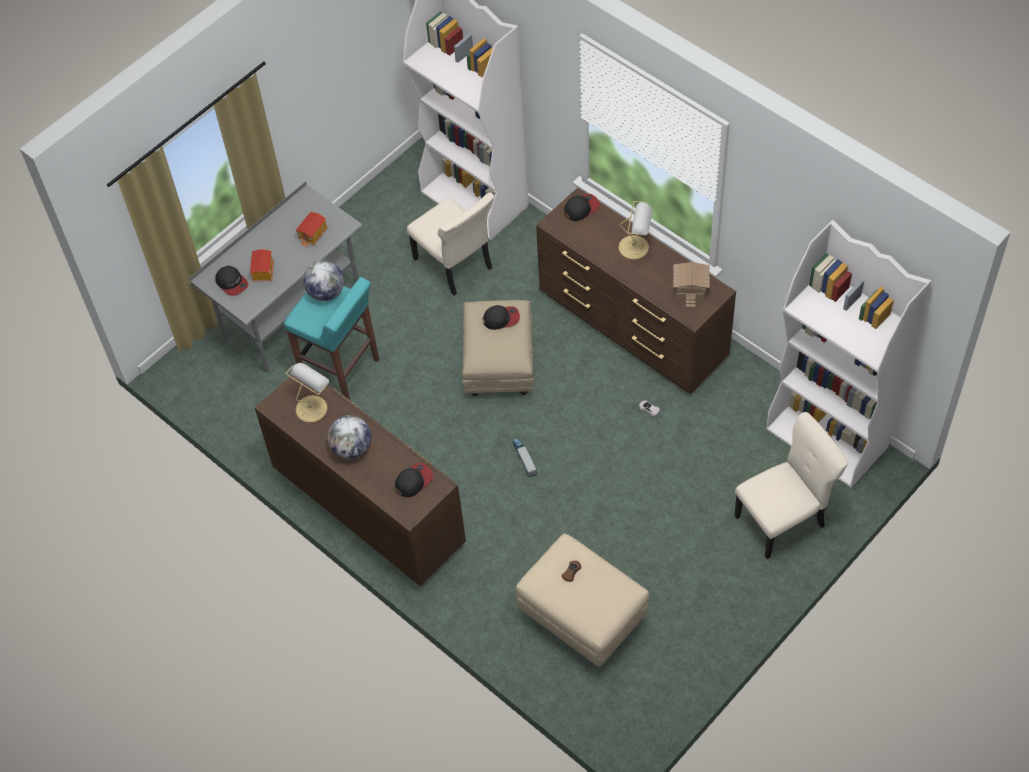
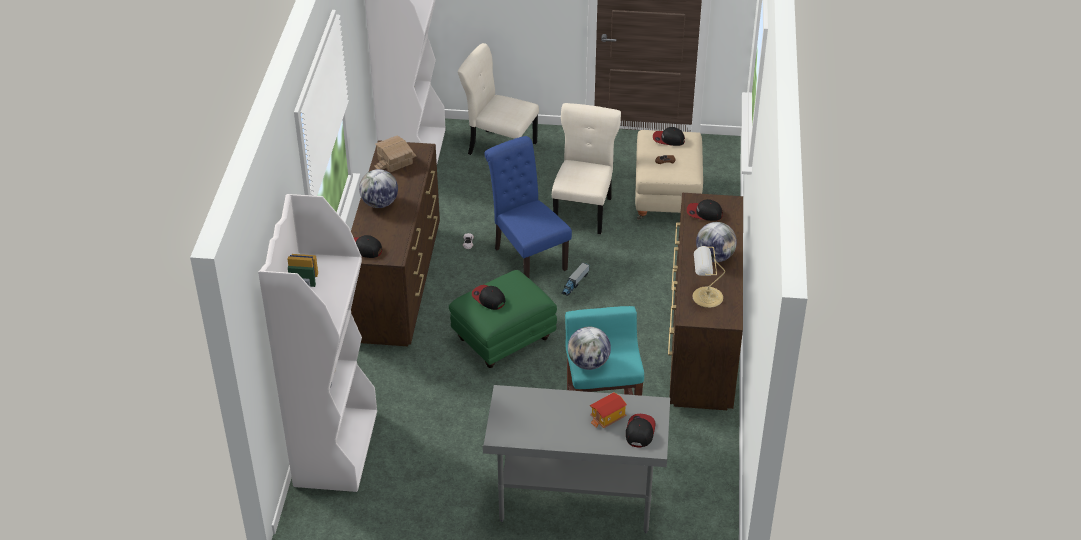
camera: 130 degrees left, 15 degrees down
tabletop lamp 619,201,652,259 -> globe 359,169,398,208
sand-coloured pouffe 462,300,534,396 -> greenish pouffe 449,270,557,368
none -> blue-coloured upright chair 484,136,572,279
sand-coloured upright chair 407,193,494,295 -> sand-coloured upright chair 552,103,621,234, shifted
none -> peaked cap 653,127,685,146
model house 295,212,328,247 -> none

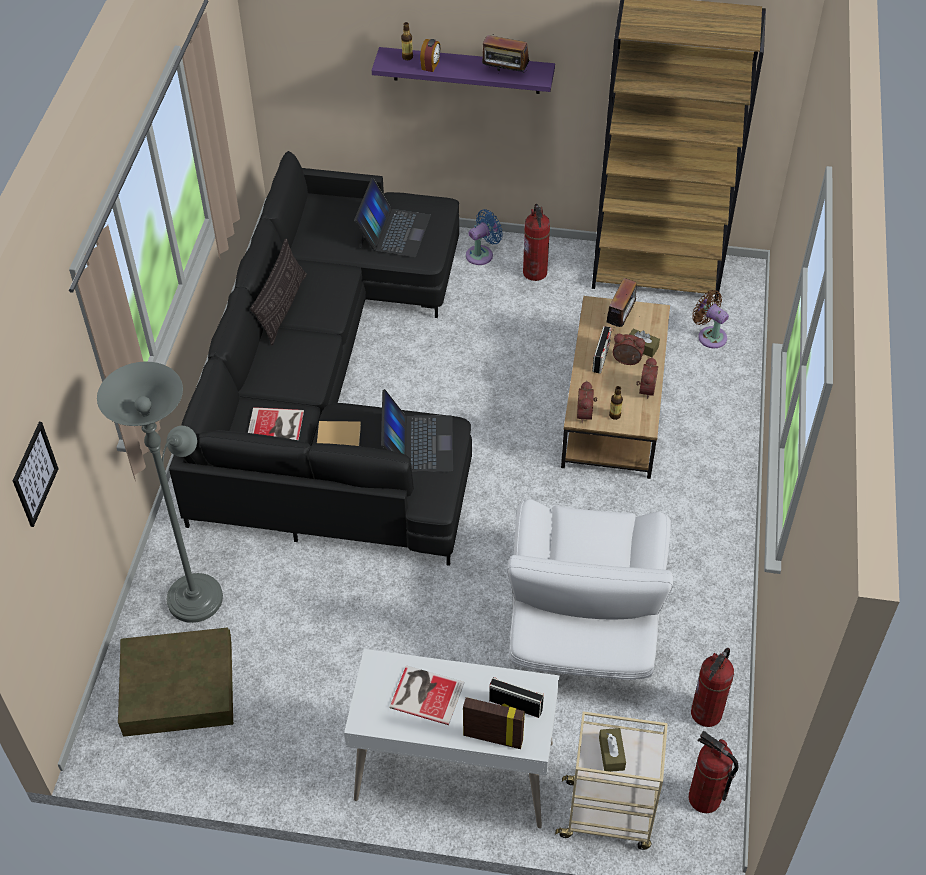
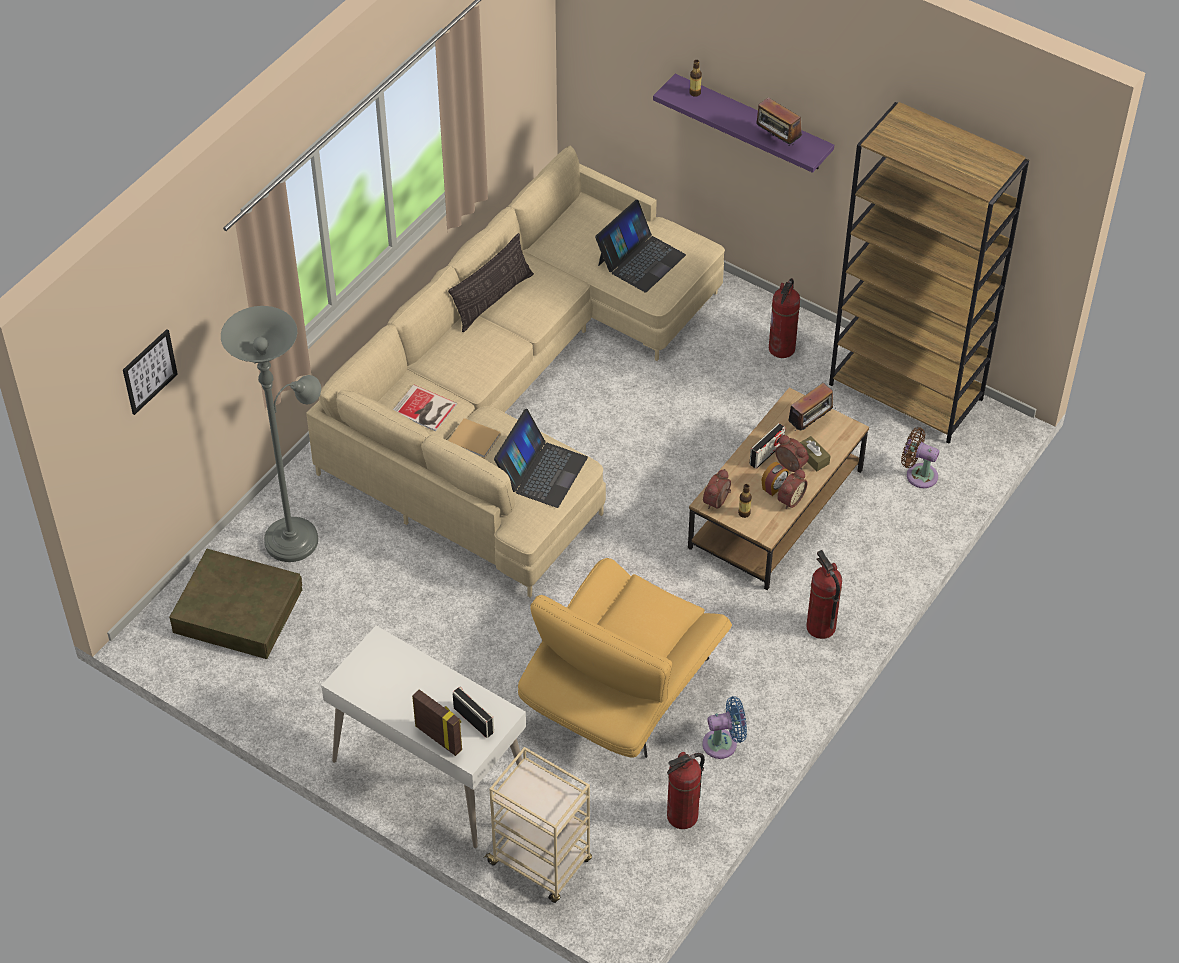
camera: 25 degrees right, 0 degrees up
black-coloured sofa 169,151,472,566 -> sand-coloured sofa 306,145,725,598
white-coloured lounge chair 507,499,673,680 -> yellow lounge chair 518,558,732,758
blue-coloured fan 466,209,503,265 -> blue-coloured fan 703,696,747,759, shifted
bedside clock 420,39,440,72 -> bedside clock 762,462,789,496, shifted
fire extinguisher 689,731,739,813 -> fire extinguisher 806,550,842,639, shifted
brown-coloured fan 692,290,729,348 -> brown-coloured fan 901,427,939,488, 45 degrees counterclockwise
bound book 389,665,464,725 -> none
brown-coloured tissue holder 599,728,626,772 -> none

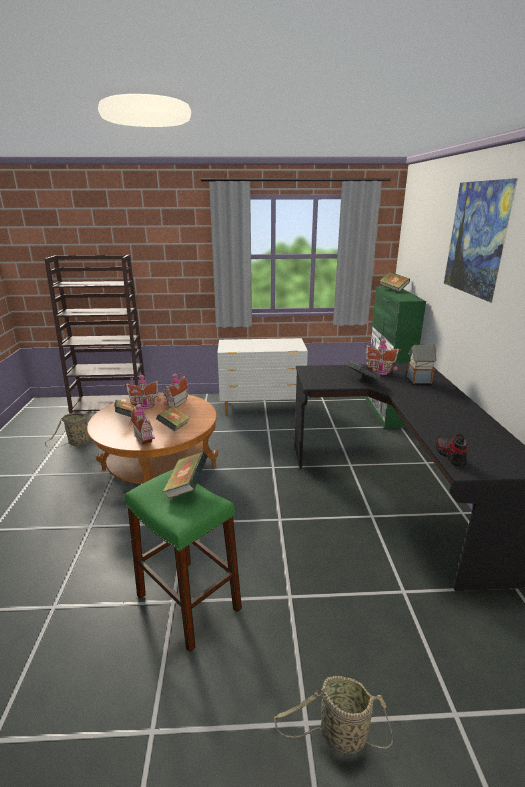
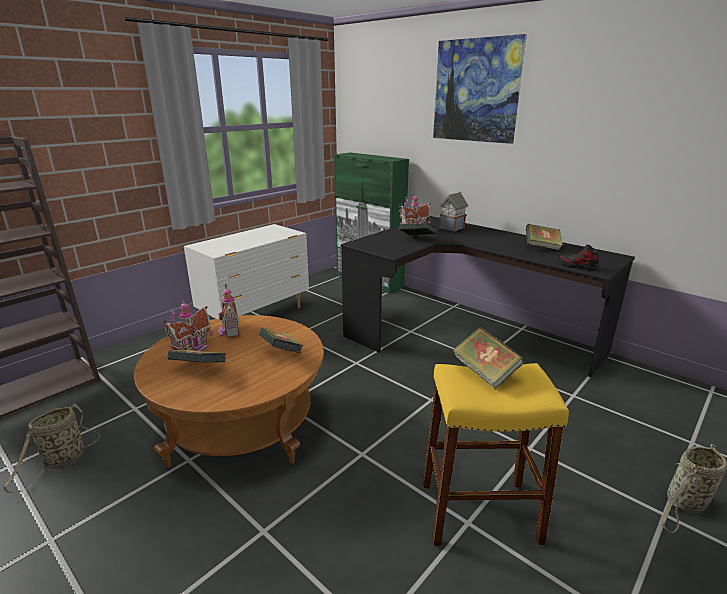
camera: 45 degrees left, 0 degrees up
greenish stool seat 125,469,242,652 -> yellow stool seat 423,363,569,546
bound book 379,272,410,292 -> bound book 526,224,563,250, shifted
model house 131,402,155,445 -> none

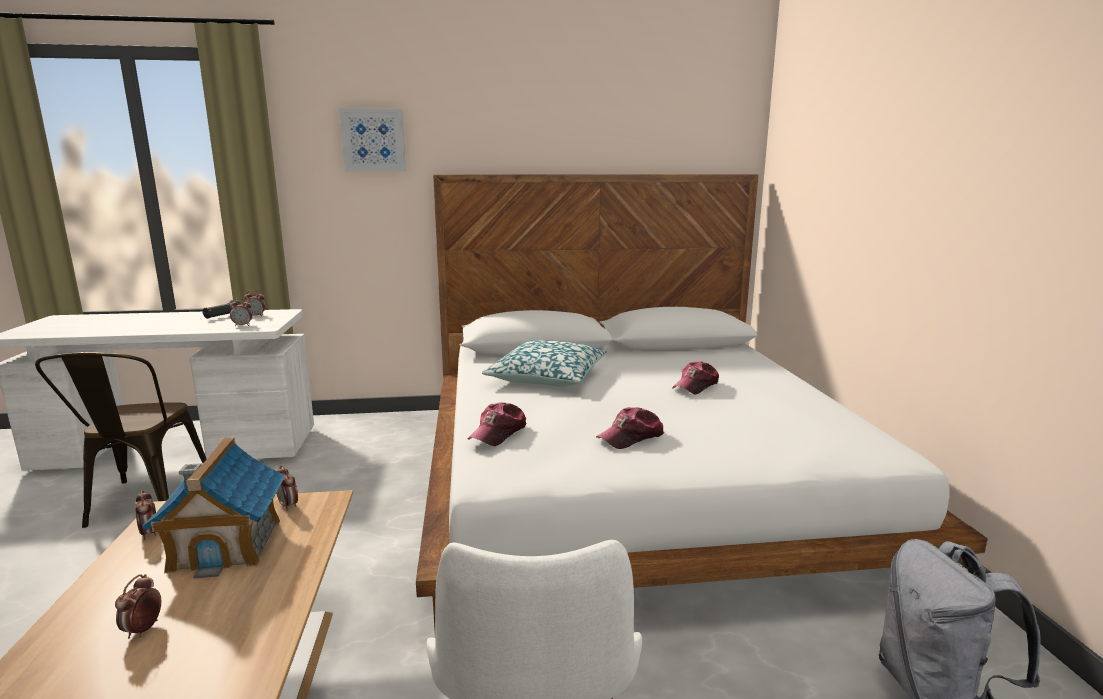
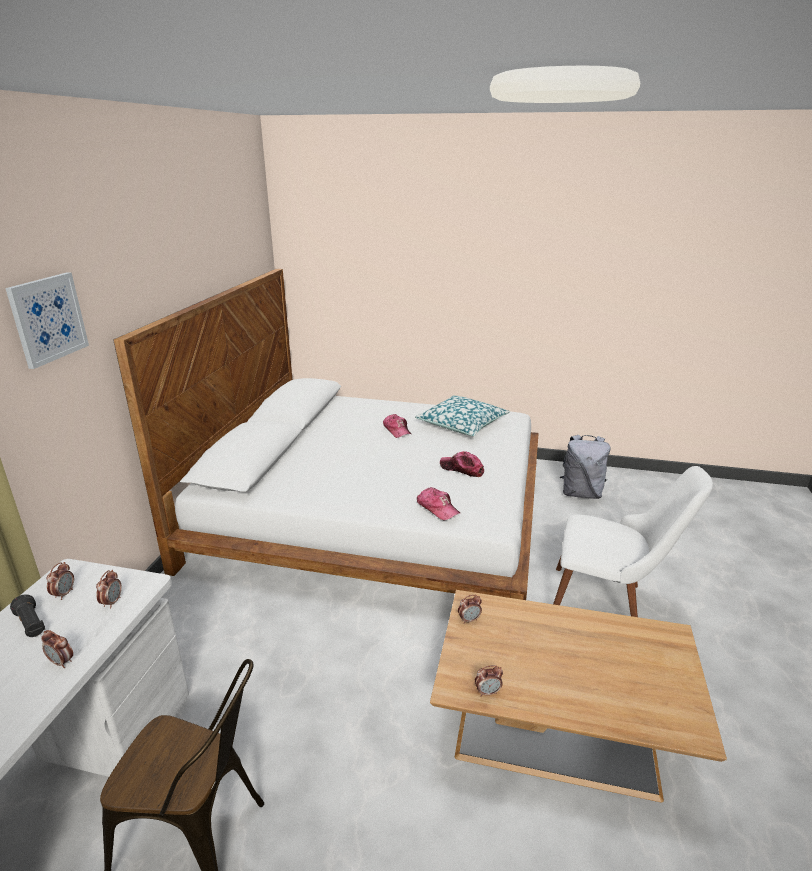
camera: 70 degrees left, 10 degrees up
bedside clock 115,574,161,639 -> bedside clock 41,630,73,668, shifted
pillow 482,340,607,387 -> pillow 415,395,509,436, shifted
peaked cap 596,407,664,449 -> peaked cap 440,451,484,477, 135 degrees clockwise
model house 142,437,285,578 -> none

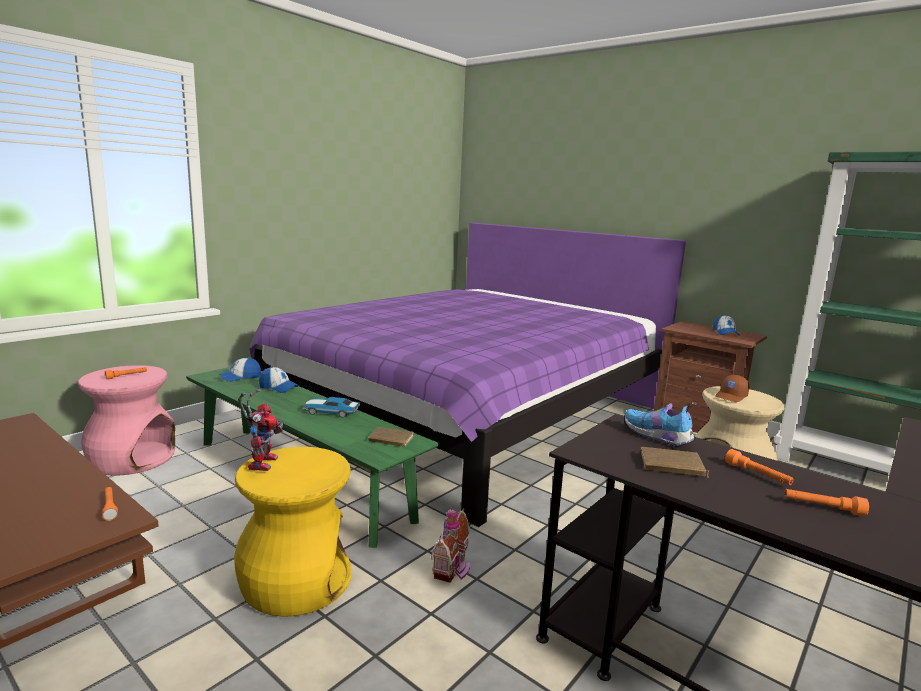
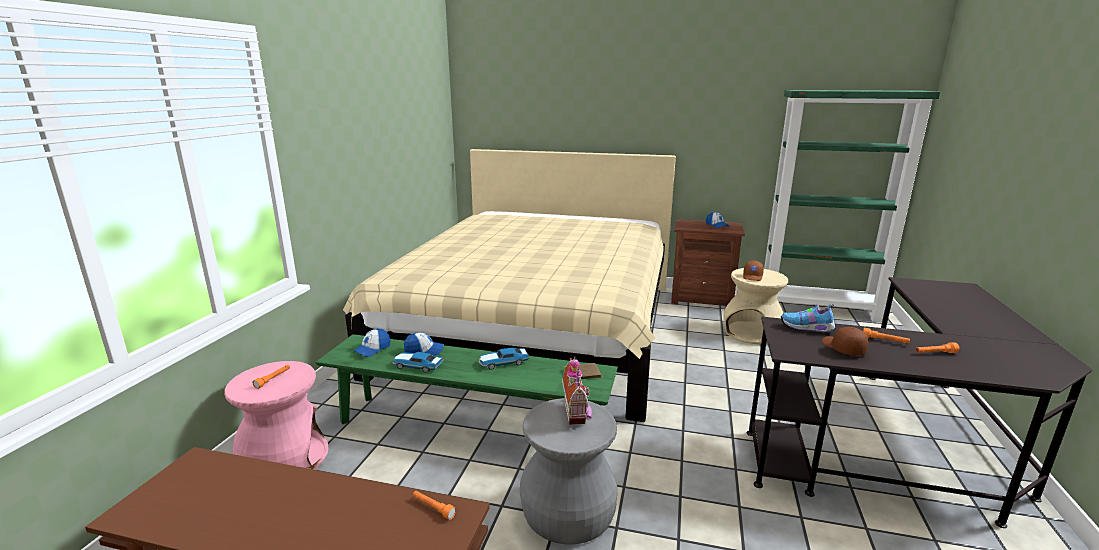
camera: 25 degrees left, 5 degrees up
purple-coloured bed 249,223,686,527 -> sand-coloured bed 343,149,676,422
none -> miniature car 392,352,444,373
yellow stool seat 234,447,352,616 -> grey stool seat 520,398,618,544
model house 431,506,470,583 -> model house 562,356,592,425, shifted
brown-coloured bound book 641,447,709,478 -> brown-coloured peaked cap 821,327,868,356
model robot 238,389,283,471 -> none

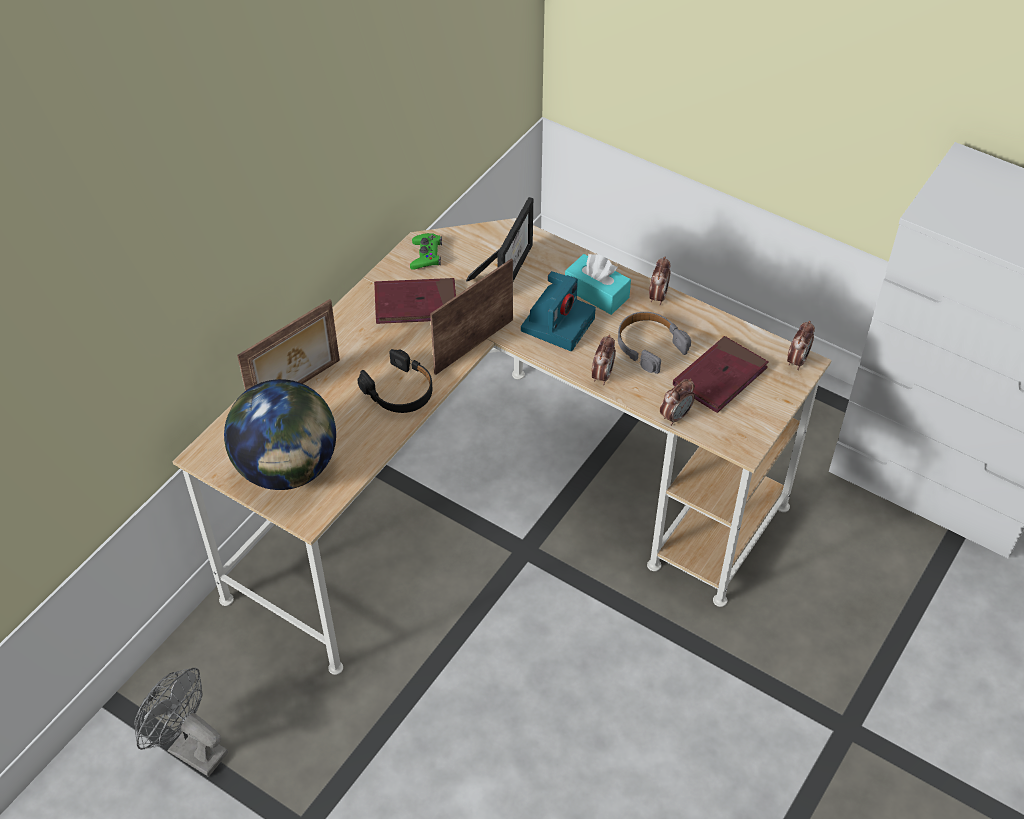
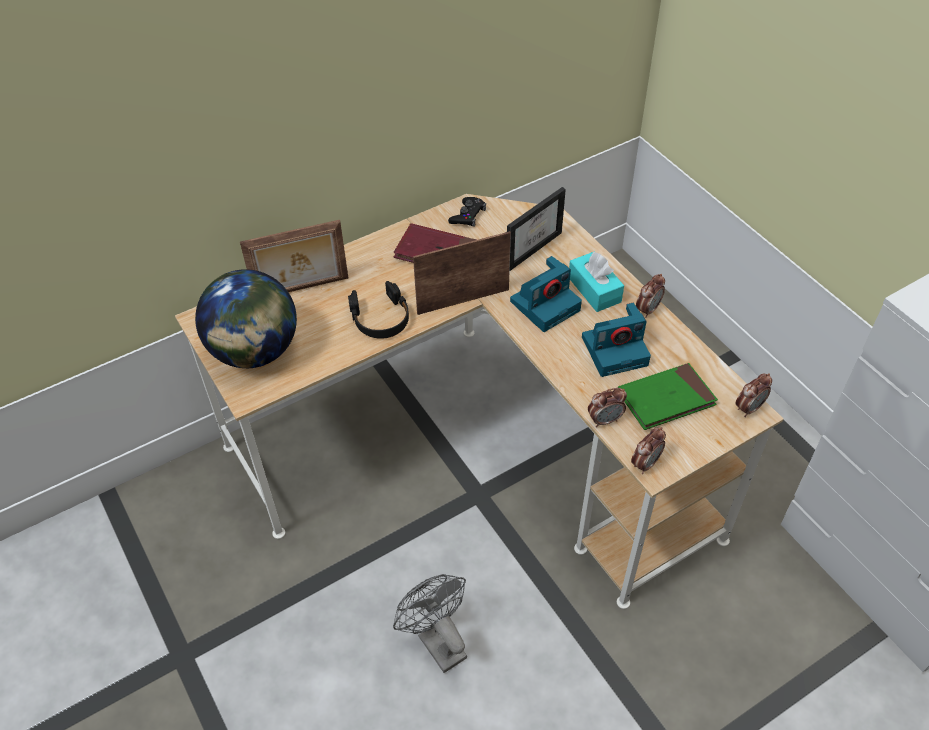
camera: 25 degrees right, 0 degrees up
grey fan 134,668,228,777 -> grey fan 393,574,467,673, shifted
greenish joypad 410,233,442,270 -> black-coloured joypad 448,197,486,227
grey headset 618,312,691,374 -> still camera 582,303,651,377
red-coloured bound book 673,336,769,413 -> greenish bound book 618,363,718,430
bedside clock 592,335,616,385 -> bedside clock 631,427,666,474, shifted

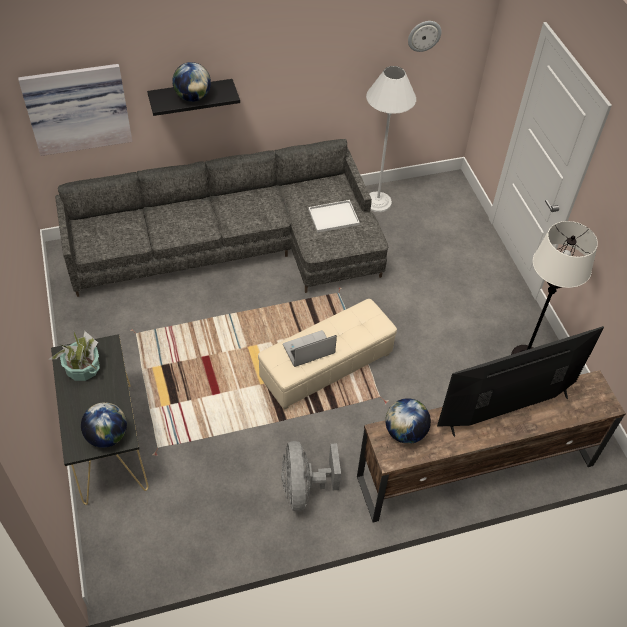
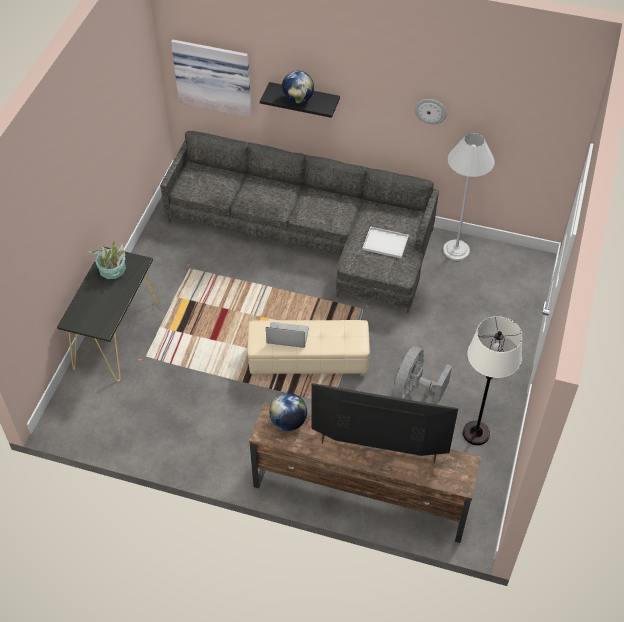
camera: 35 degrees right, 0 degrees up
grey fan 281,441,341,511 -> grey fan 393,346,452,403, shifted
hanging clock 408,21,442,52 -> hanging clock 415,99,447,125, shifted
globe 81,402,127,448 -> none

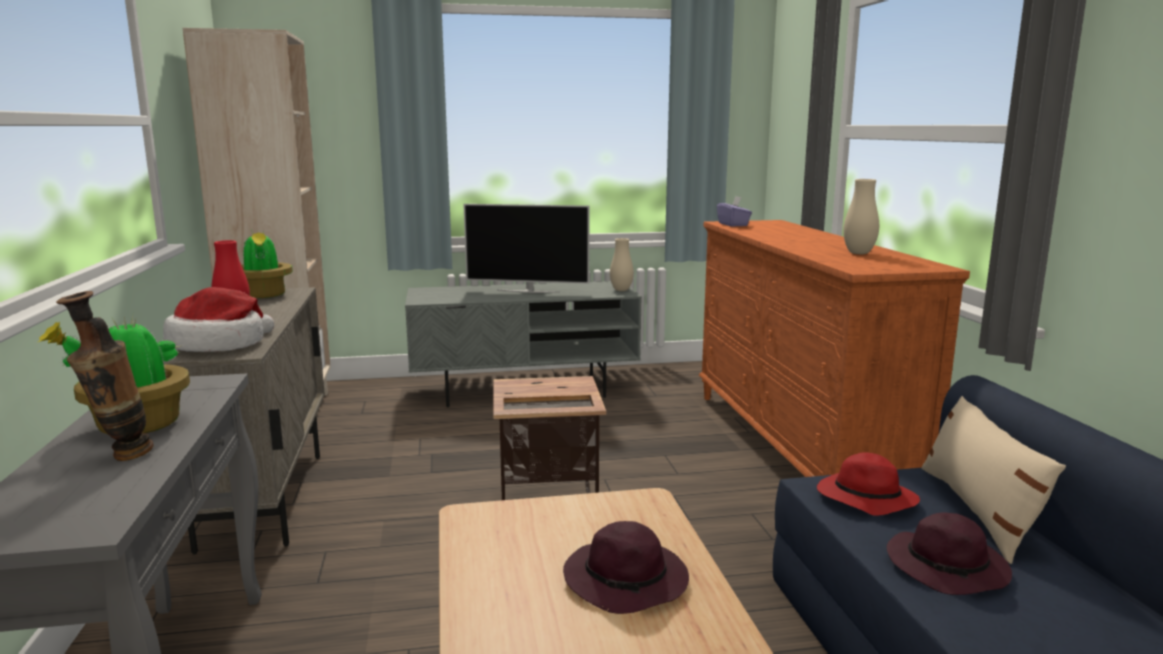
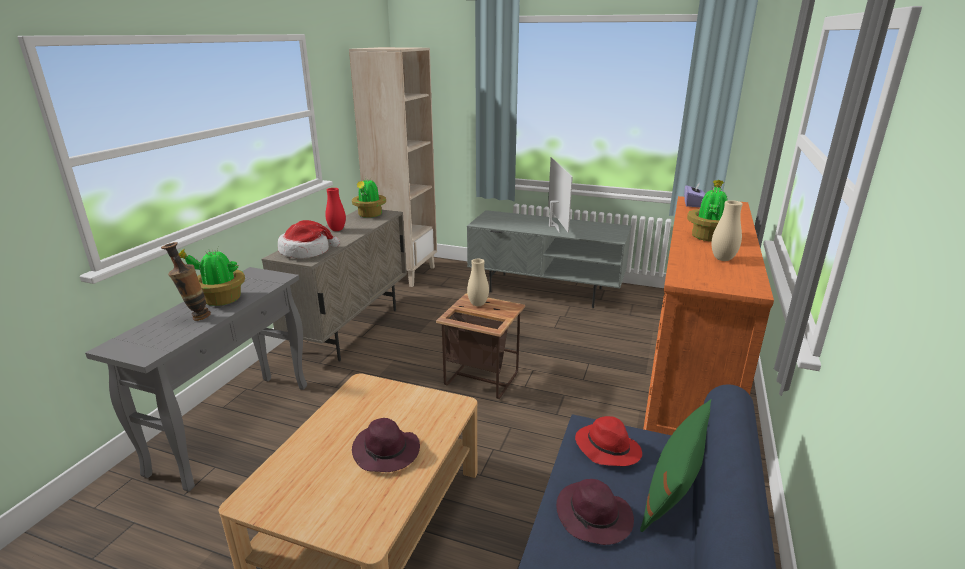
camera: 30 degrees right, 10 degrees up
sand-coloured flower vase 610,238,634,291 -> sand-coloured flower vase 467,259,489,306, shifted
television 463,204,590,293 -> television 548,157,573,233, 135 degrees counterclockwise
sand-coloured pillow 921,396,1066,564 -> greenish pillow 640,399,712,532
none -> houseplant 687,180,727,241

